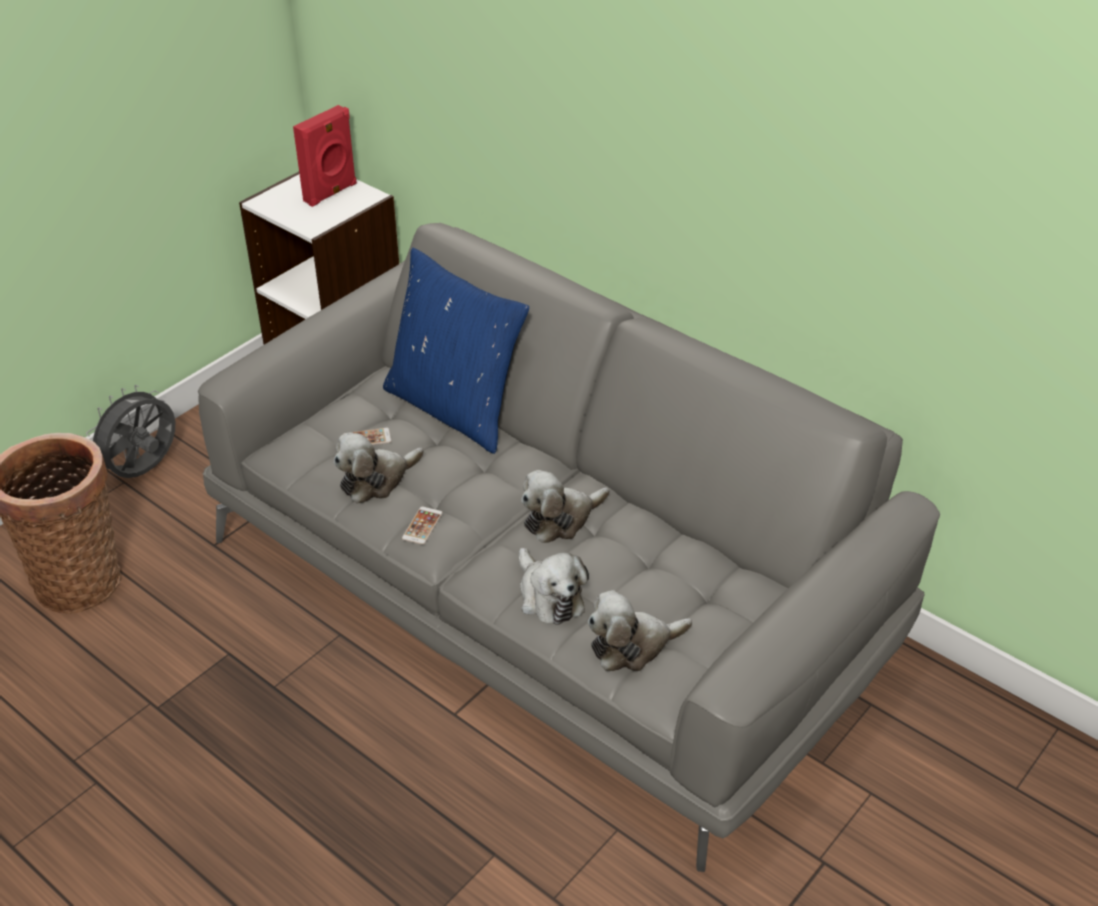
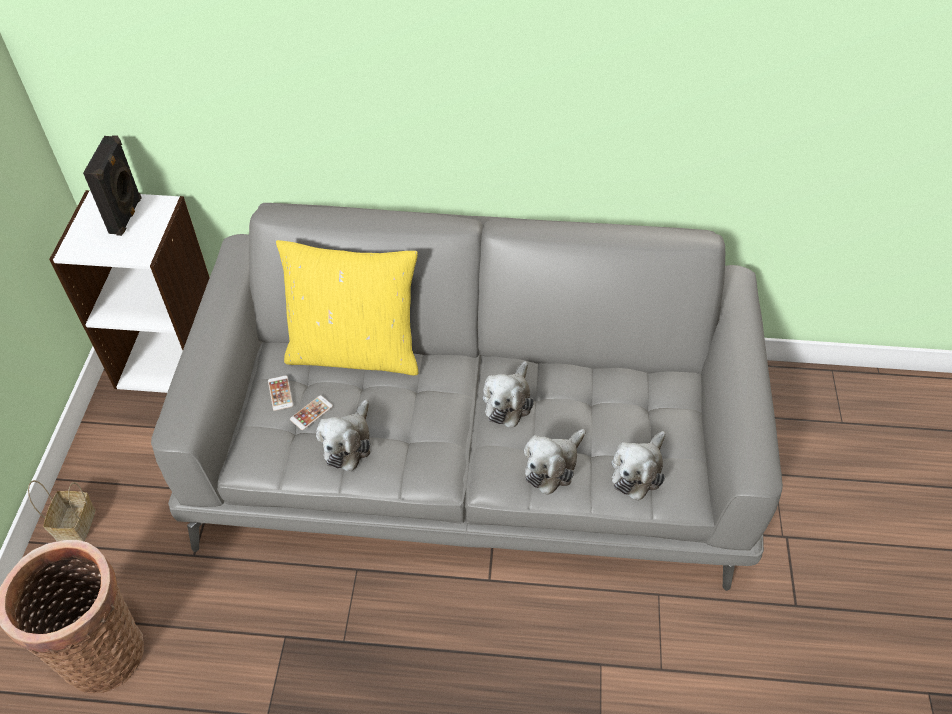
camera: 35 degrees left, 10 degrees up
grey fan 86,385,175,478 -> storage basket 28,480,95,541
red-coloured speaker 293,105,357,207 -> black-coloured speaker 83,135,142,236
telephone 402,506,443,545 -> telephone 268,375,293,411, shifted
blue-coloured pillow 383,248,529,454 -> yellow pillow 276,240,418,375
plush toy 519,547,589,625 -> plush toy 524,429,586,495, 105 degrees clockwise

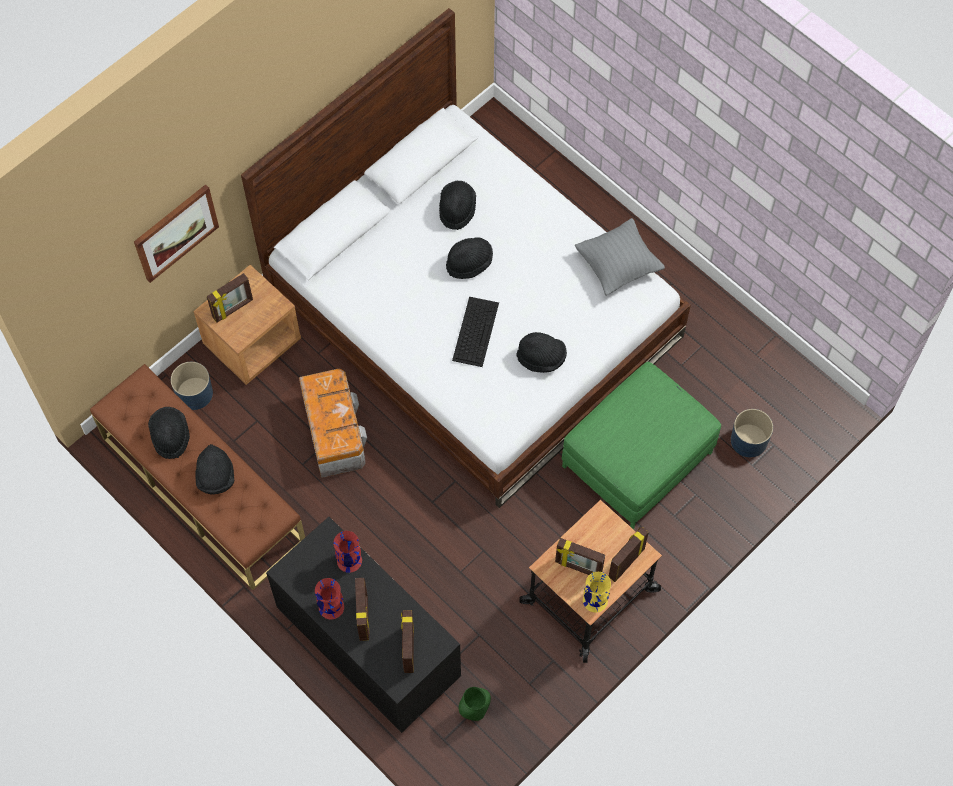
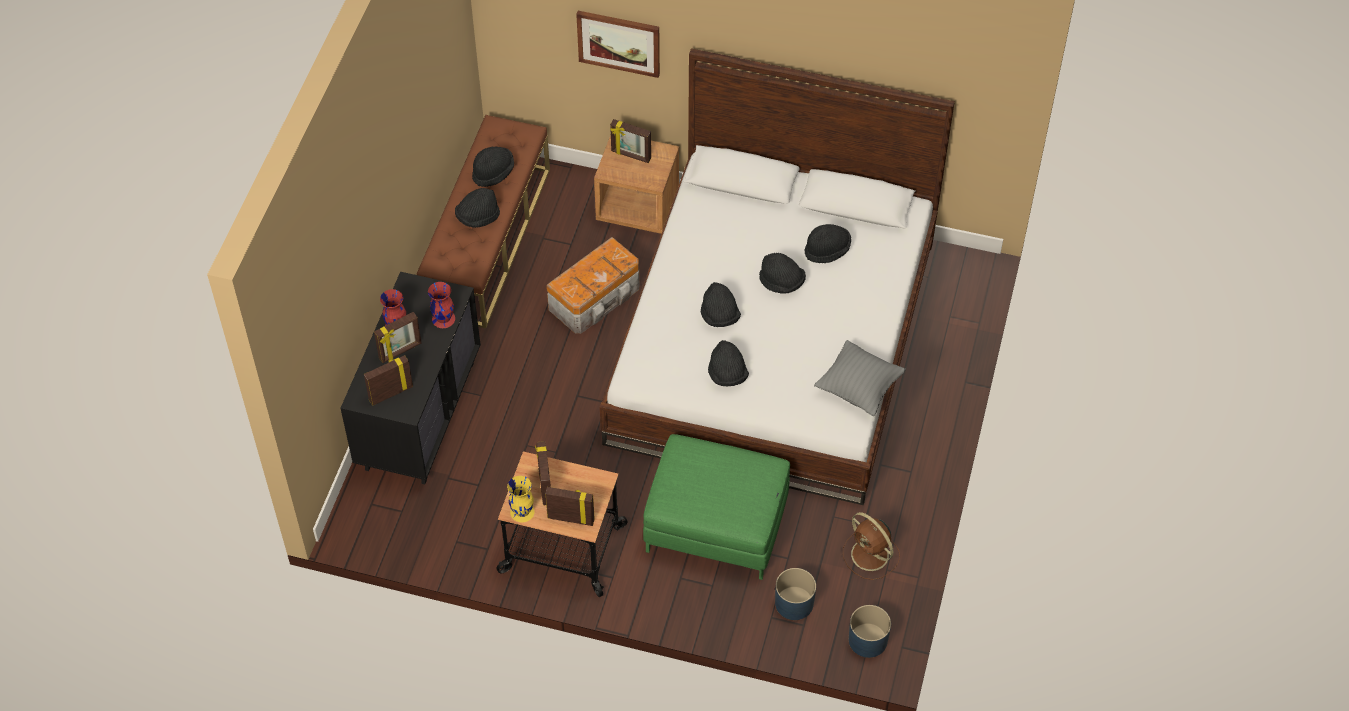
camera: 60 degrees right, 10 degrees down
keyboard 452,297,499,367 -> black-coloured wearable hat 701,282,741,327
none -> brown-coloured fan 843,512,900,580
blue-coloured plant pot 171,362,213,410 -> blue-coloured plant pot 849,605,891,658, shifted
greenish flower vase 459,687,491,721 -> none

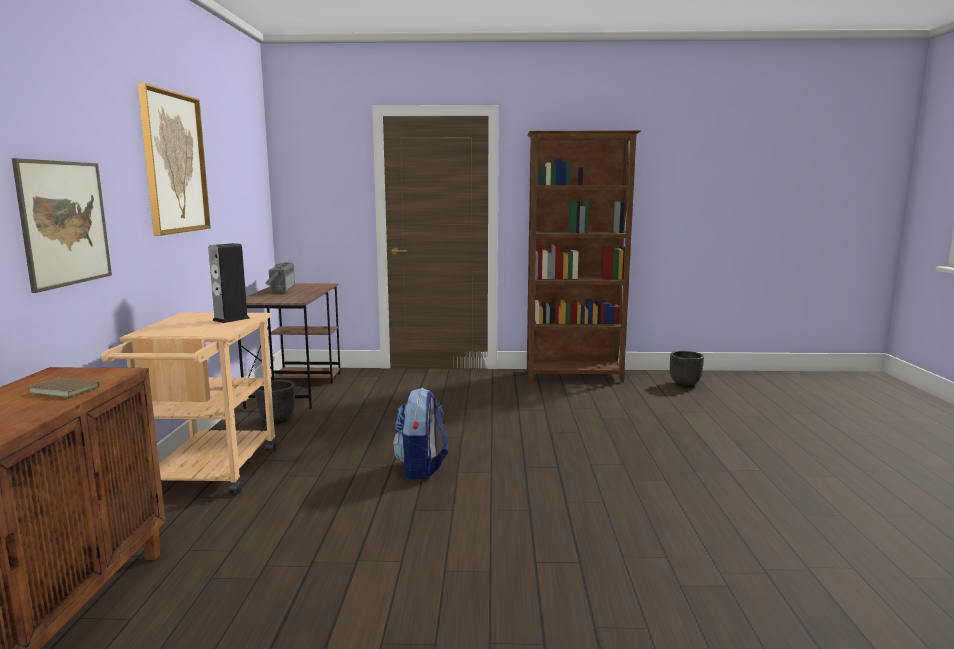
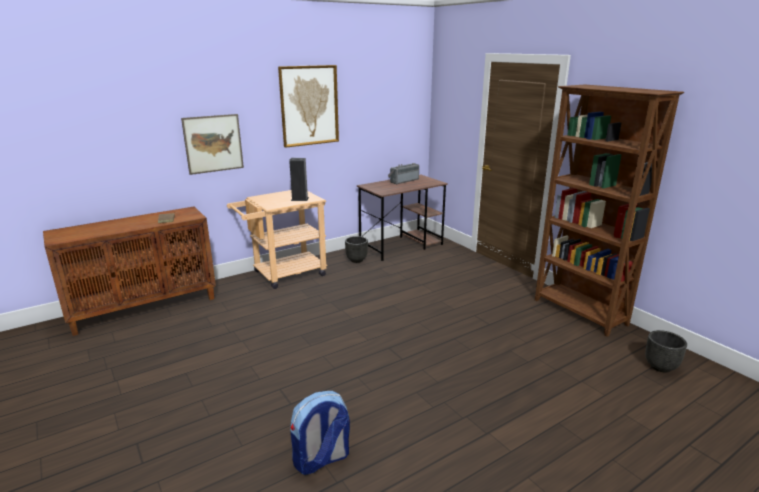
camera: 55 degrees right, 10 degrees up
backpack 392,388,448,480 -> backpack 290,391,350,475, shifted

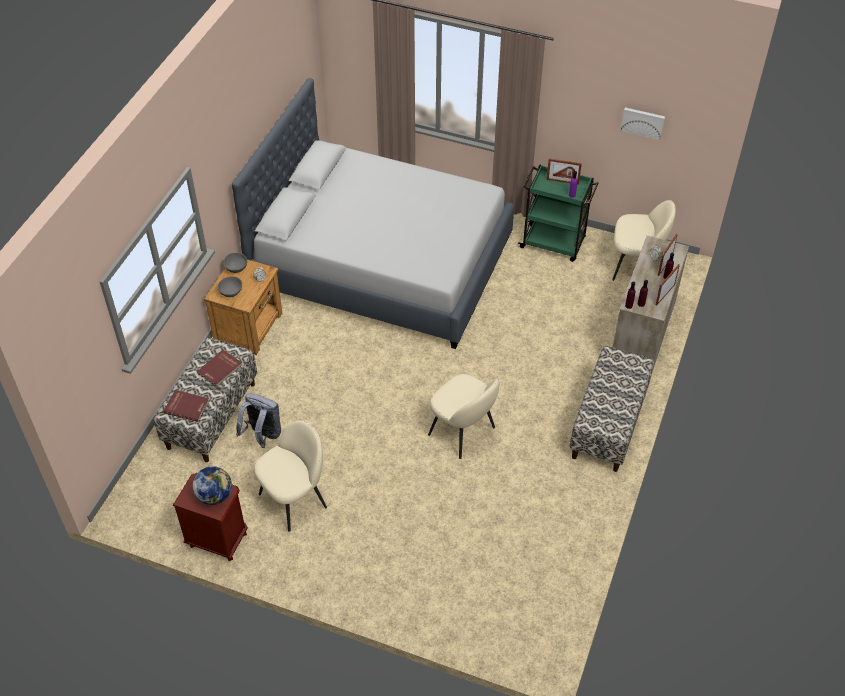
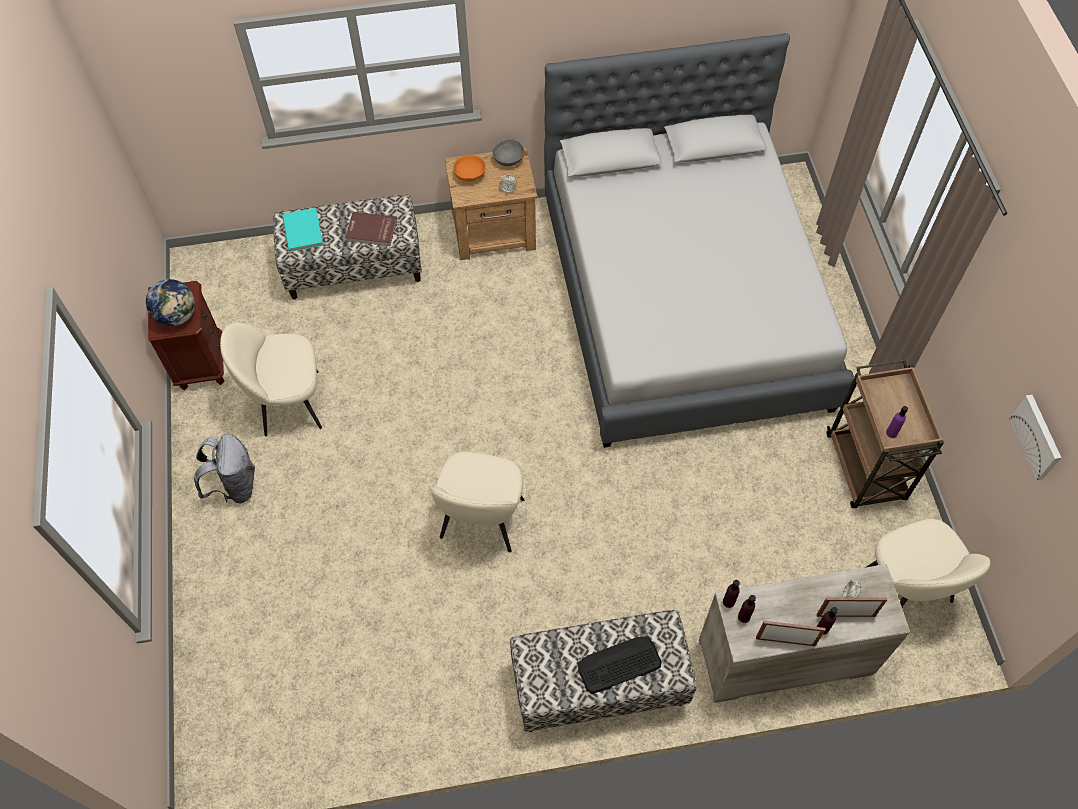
camera: 60 degrees right, 10 degrees up
grey backpack 236,394,281,448 -> grey backpack 194,434,255,503, shifted
sand-coloured upright chair 254,420,327,532 -> sand-coloured upright chair 220,322,322,436, 150 degrees clockwise
red-coloured bound book 163,390,209,422 -> blue-green bound book 282,208,323,252
grey serving bowl 218,276,242,297 -> orange serving bowl 453,155,486,181
none -> keyboard 578,636,662,694
greenish trolley 518,164,598,262 -> brown-coloured trolley 826,360,944,508
picture frame 547,159,582,185 -> none

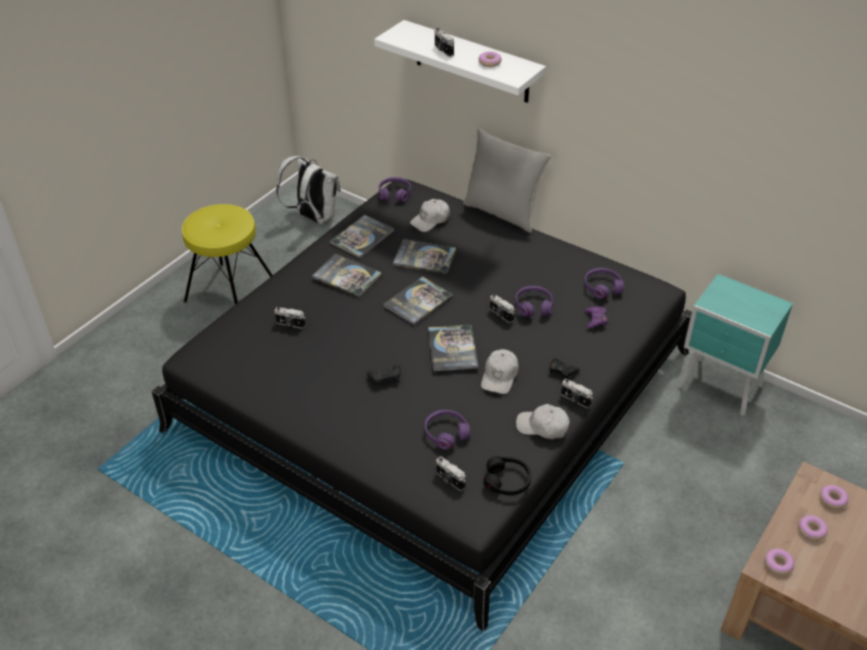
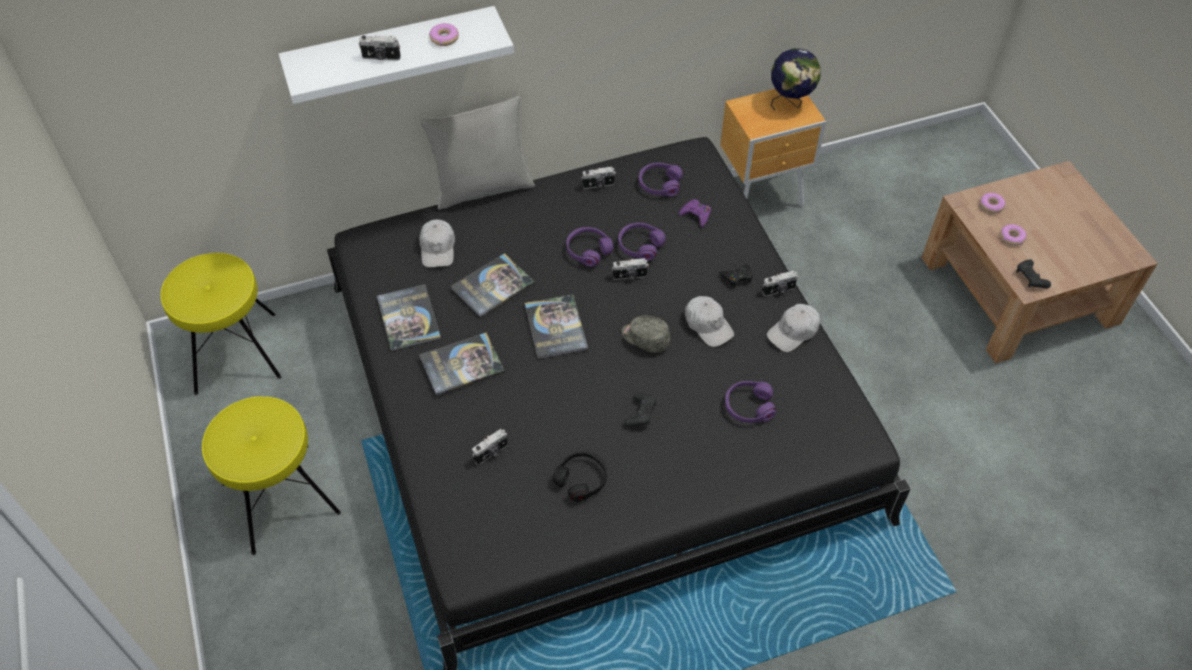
camera: 55 degrees left, 10 degrees up
white-coloured backpack 276,156,341,224 -> yellow stool seat 161,253,282,395
black-coloured headset 483,456,531,495 -> black-coloured headset 553,451,607,502, shifted
purple-coloured headset 379,177,411,202 -> purple-coloured headset 566,227,613,267, shifted
still camera 436,457,466,491 -> still camera 581,167,616,189, shifted
bound book 428,325,478,371 -> grey peaked cap 621,315,670,353
blue-green bedside table 678,274,793,416 -> brown-coloured bedside table 720,89,826,206
none -> globe 771,48,821,111
ring doughnut 764,549,795,575 -> black-coloured joypad 1016,259,1051,288

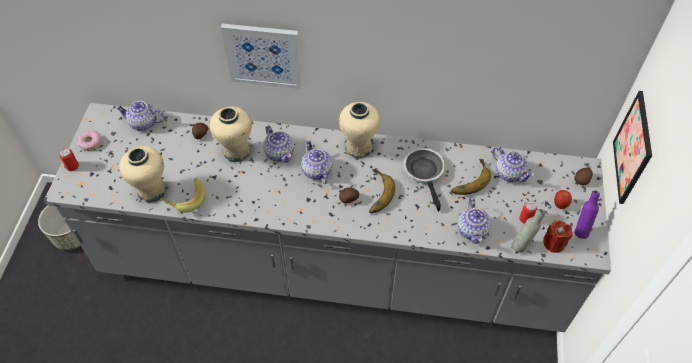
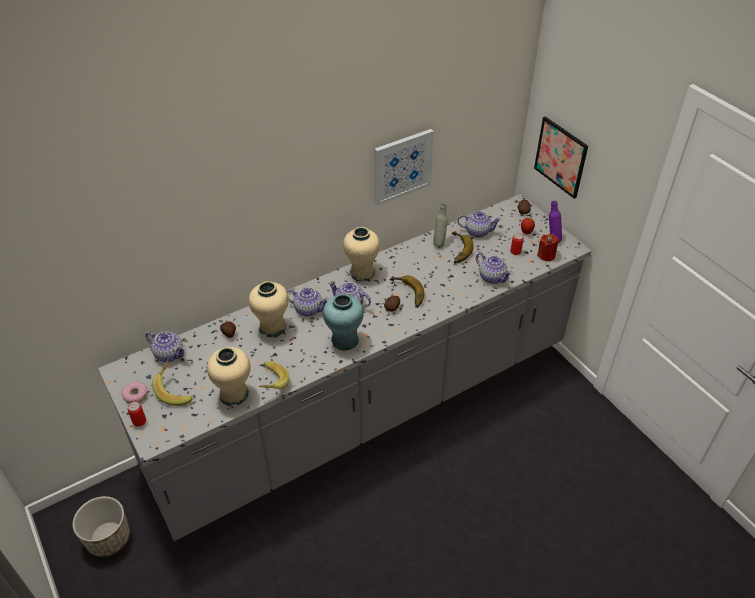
camera: 40 degrees left, 10 degrees down
tea pot 115,101,165,131 -> tea pot 145,331,186,362, 120 degrees counterclockwise
none -> banana fruit 152,360,193,406
none -> blue-green flower vase 323,294,364,351
wall picture 221,23,302,89 -> wall picture 375,129,434,206, shifted
grey bottle 512,209,545,253 -> grey bottle 433,204,448,247, shifted
pan 403,148,445,212 -> none

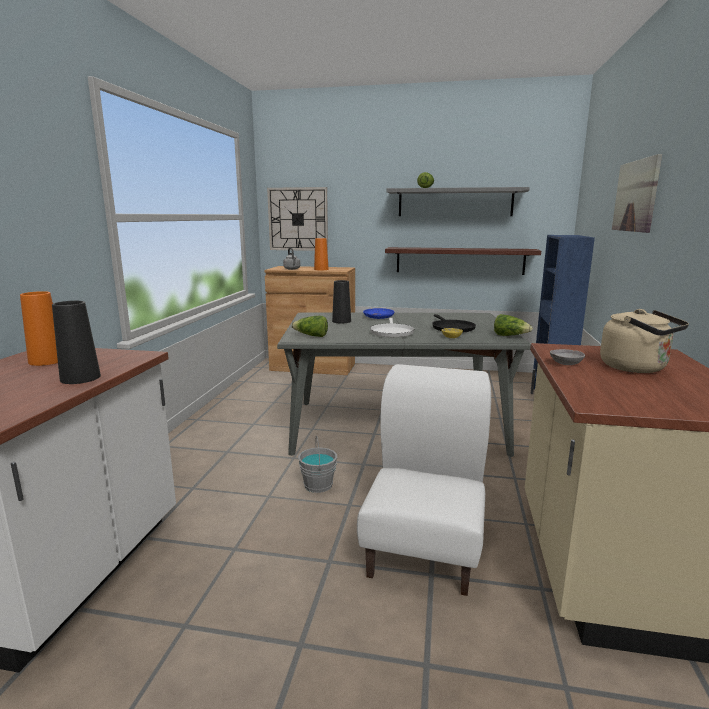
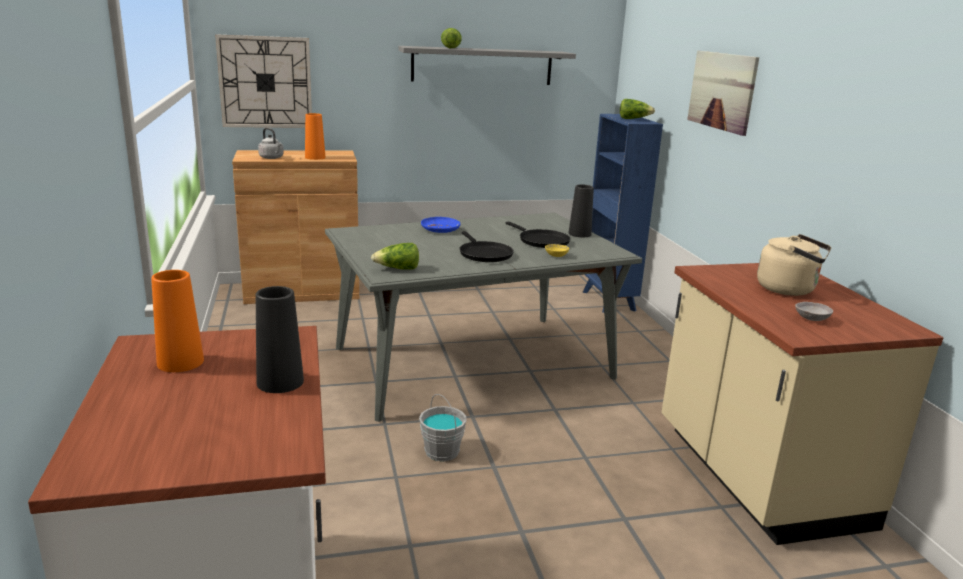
camera: 25 degrees left, 5 degrees up
white-coloured pan 370,318,415,337 -> black-coloured pan 459,231,514,262
black-coloured flower vase 332,280,351,323 -> black-coloured flower vase 569,184,594,237, shifted
lettuce 494,314,533,336 -> lettuce 620,99,655,119, shifted
grey serving bowl 550,349,585,365 -> grey serving bowl 795,302,833,321, shifted
white-coloured upright chair 357,364,491,596 -> none
shelf 385,247,541,275 -> none

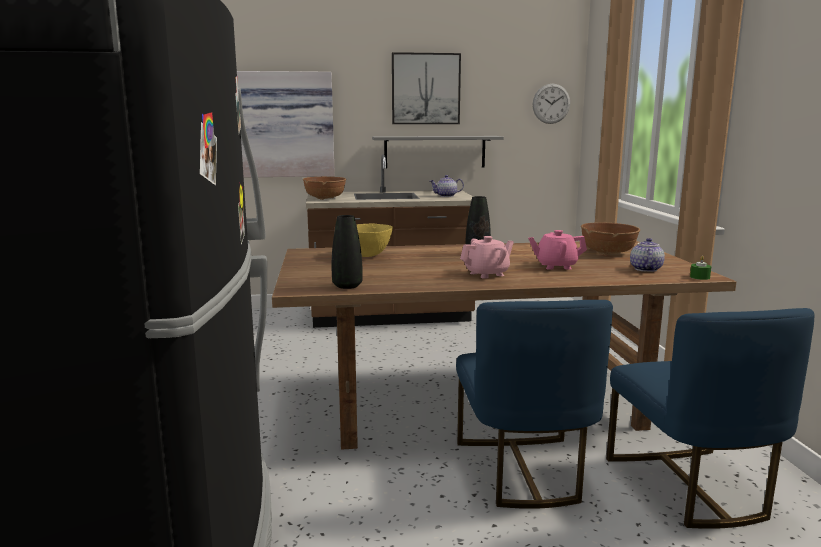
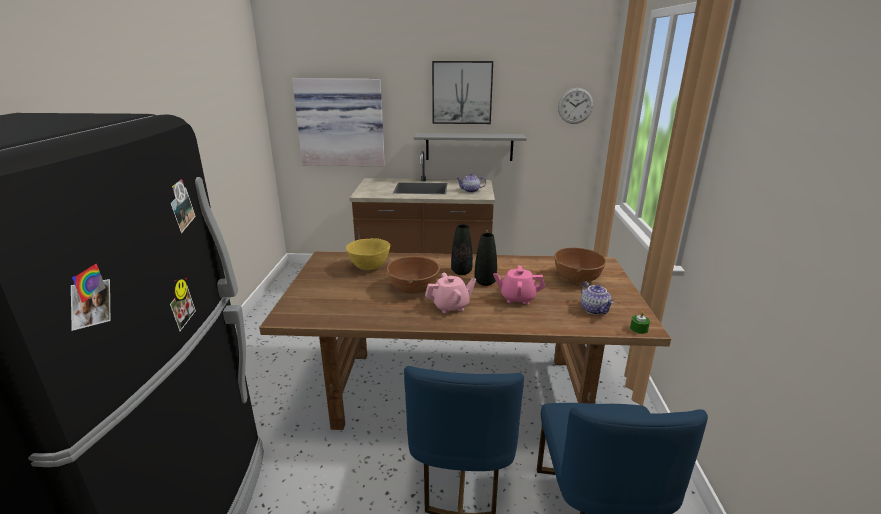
camera: 10 degrees right, 10 degrees up
brown-coloured serving bowl 303,177,346,200 -> brown-coloured serving bowl 387,256,440,294, shifted
black-coloured flower vase 332,215,363,289 -> black-coloured flower vase 475,233,497,286, shifted
tea pot 630,238,665,272 -> tea pot 581,282,614,315, 135 degrees clockwise

